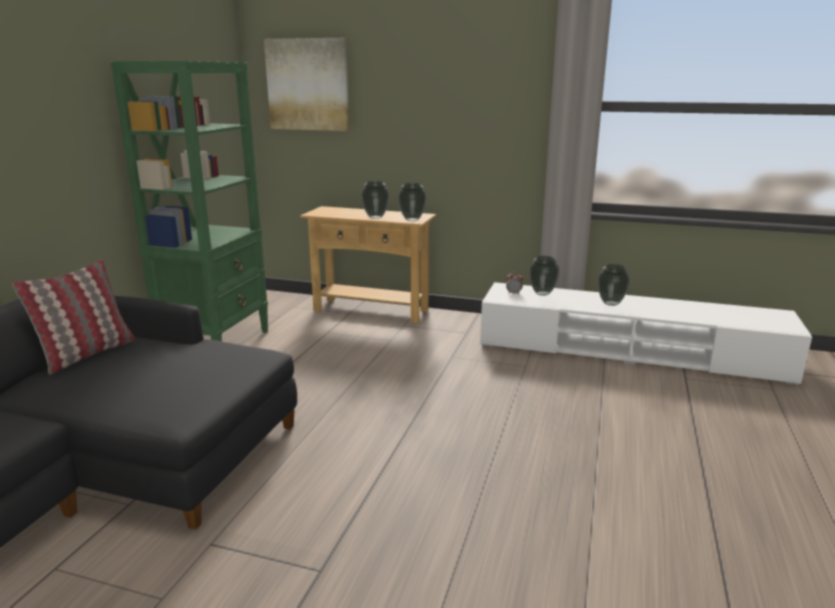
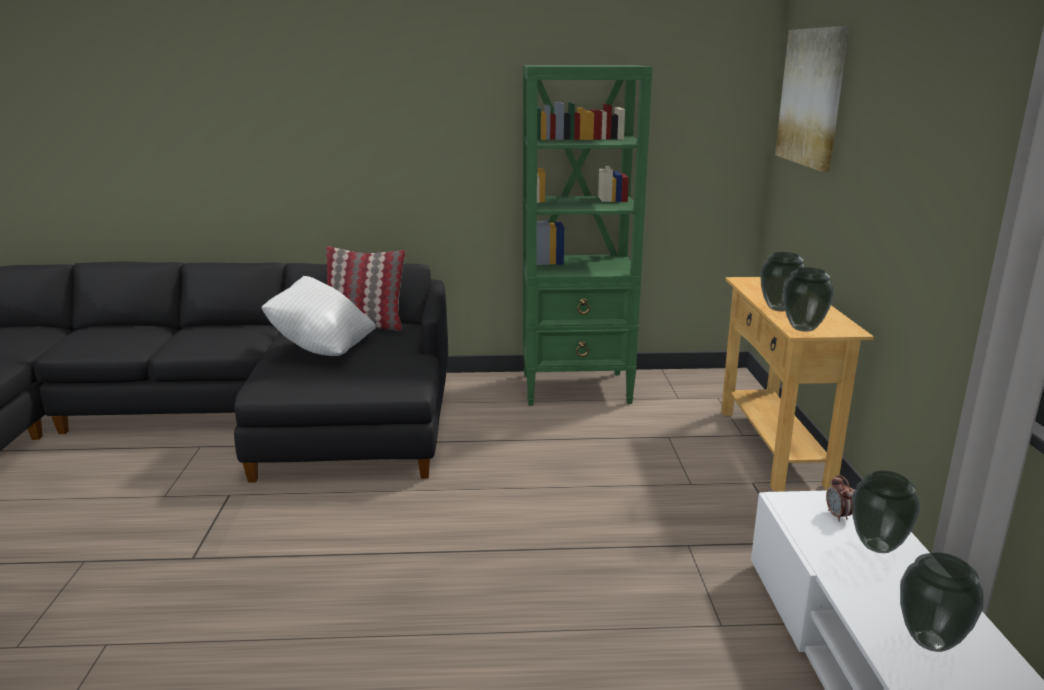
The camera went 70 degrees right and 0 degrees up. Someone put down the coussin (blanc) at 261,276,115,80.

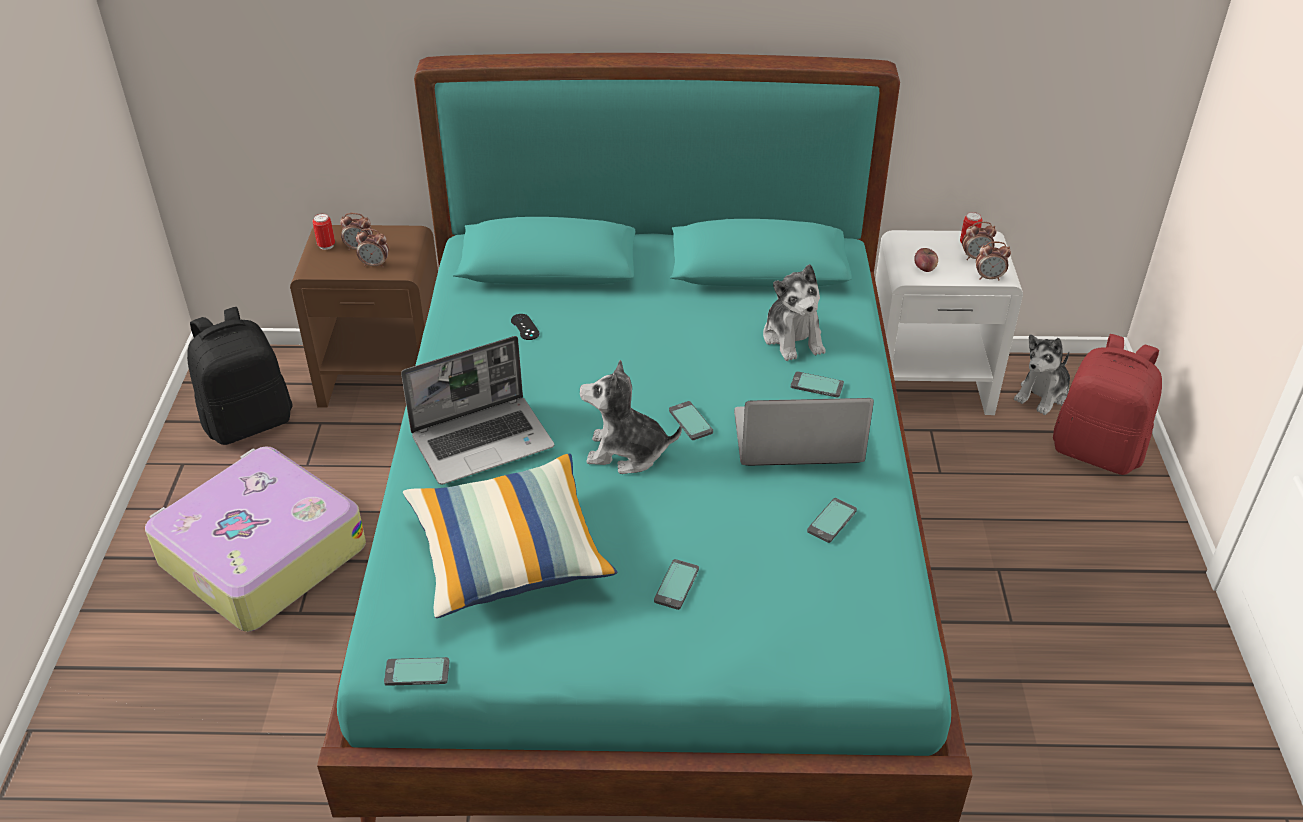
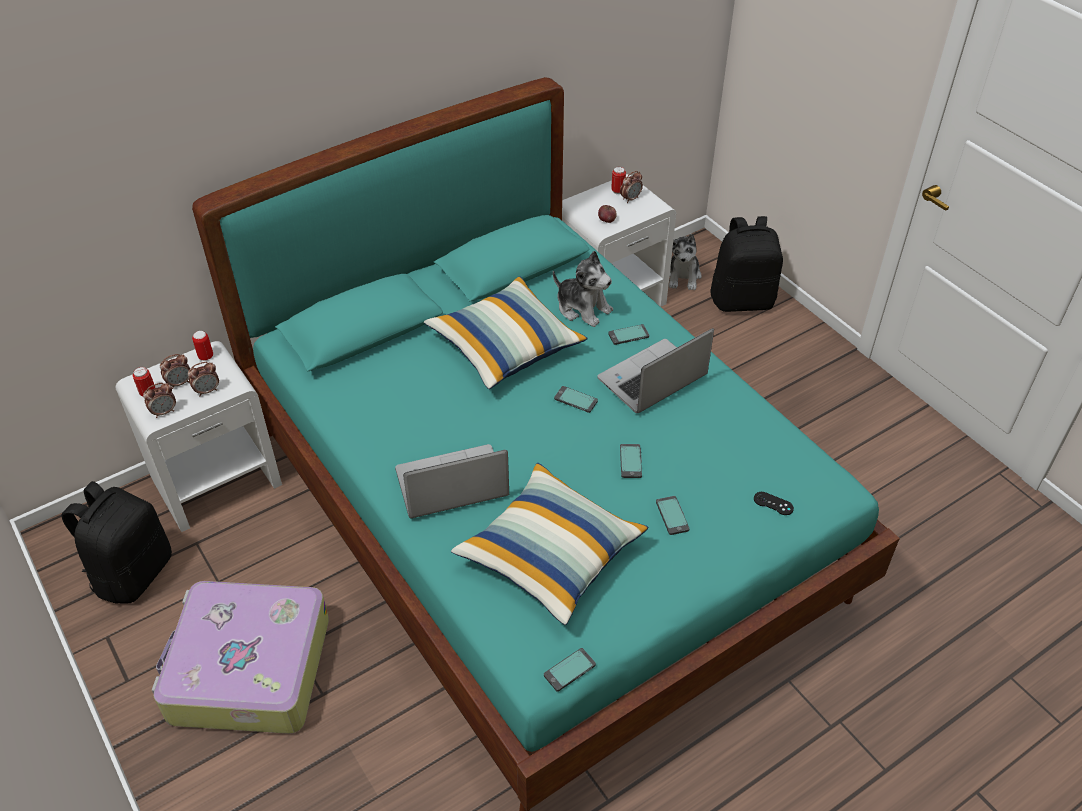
The camera went 35 degrees left and 5 degrees up. Someone repainted the table de chevet (marron) at 290,225,148,183, which became the table de chevet (blanc) at 116,341,166,191. Someone carried the réveil from 976,241,35,39 to 143,383,33,35. Someone put down the boîte métallique at 192,331,21,30. Someone rotated the ordinateur portable at 401,336,153,149 by 135 degrees counterclockwise. Someone put down the coussin at 424,276,164,113. Someone carried the téléphone from 807,498,50,45 to 620,444,22,34. Someone repainted the sac à dos (rouge) at 1053,334,109,141, which became the sac à dos (noir) at 710,216,73,96. Someone carried the manette (noir) from 511,314,28,26 to 754,492,40,23. Someone took away the peluche at 580,360,102,114.

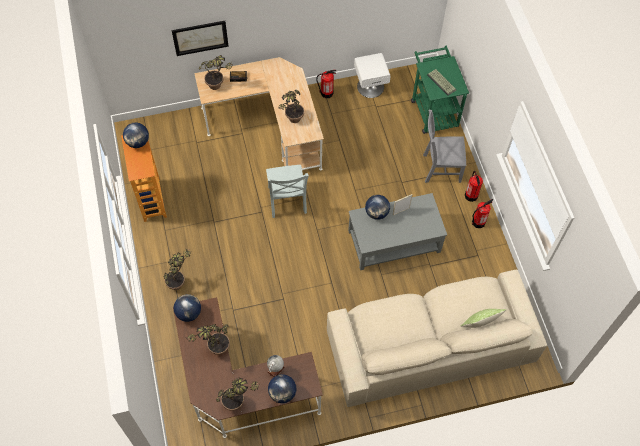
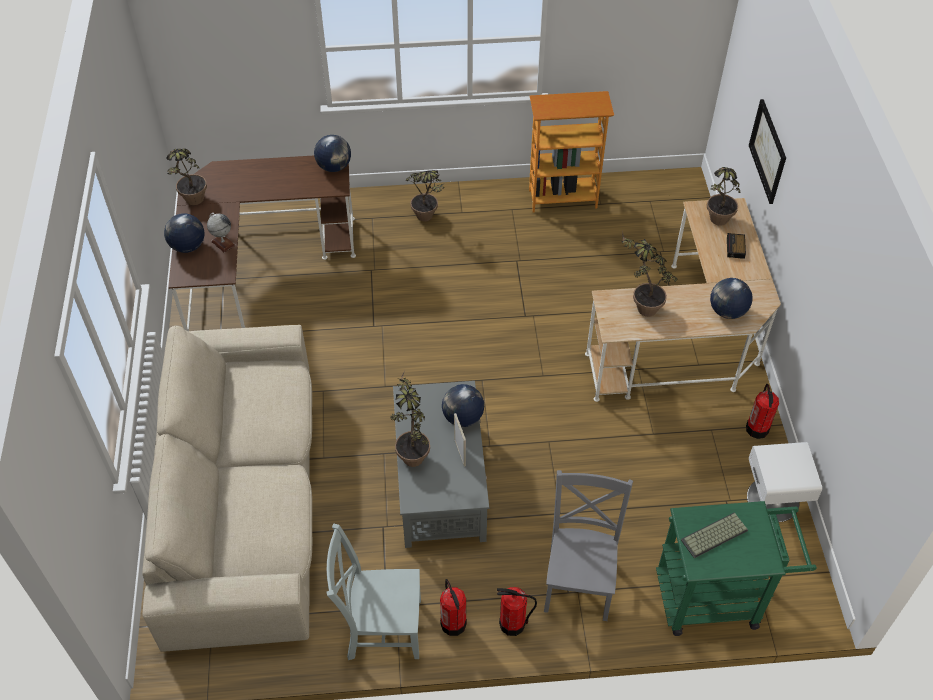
The camera went 100 degrees right and 10 degrees down. Someone carried the chaise (gris) from 266,165,43,53 to 327,524,94,136. Someone carried the plante en pot from 183,324,47,31 to 390,370,40,97. Someone carried the globe from 123,123,26,25 to 710,278,42,41. Someone took away the coussin at 461,309,46,19.

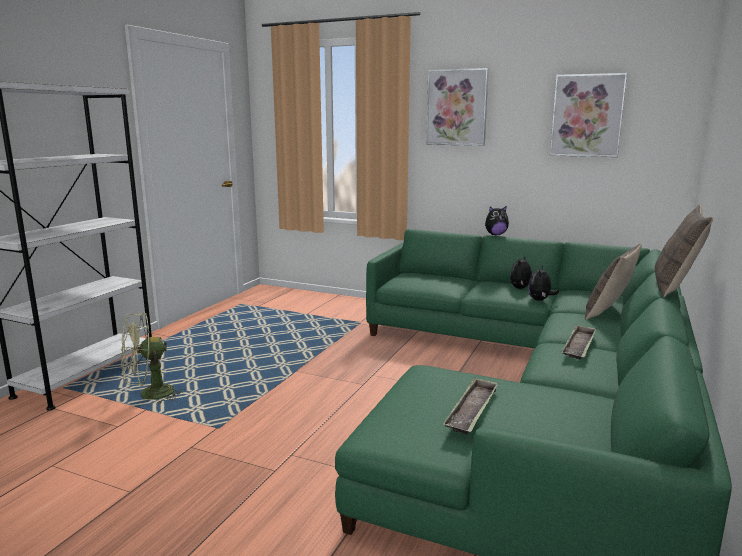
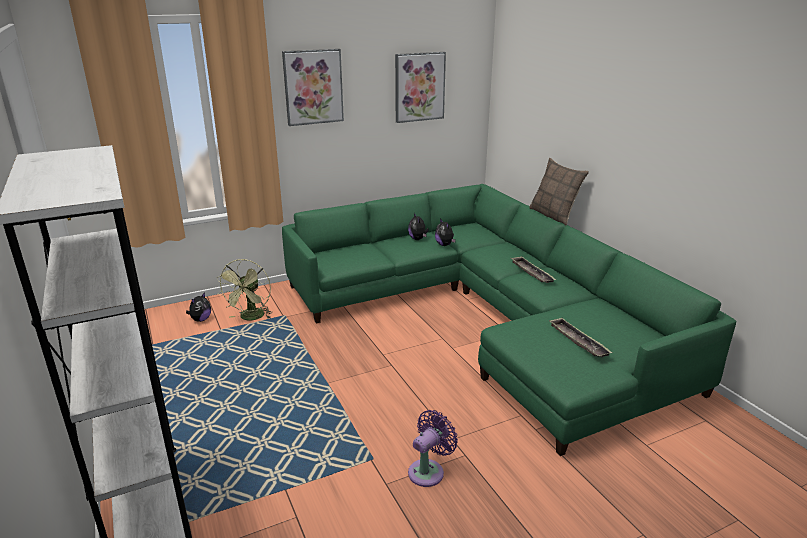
The camera went 50 degrees left and 10 degrees up. Someone carried the peluche from 485,206,24,29 to 186,292,25,30. Someone carried the ventilateur (vert) from 121,312,64,93 to 217,259,56,61. Someone put down the ventilateur (violet) at 408,410,50,77. Someone took away the coussin at 585,243,57,77.

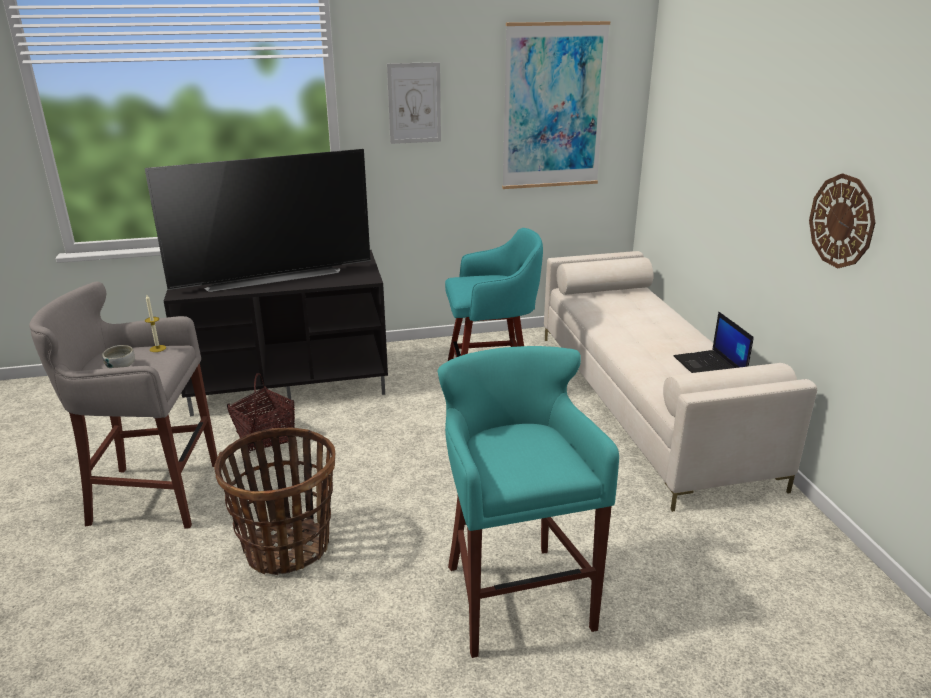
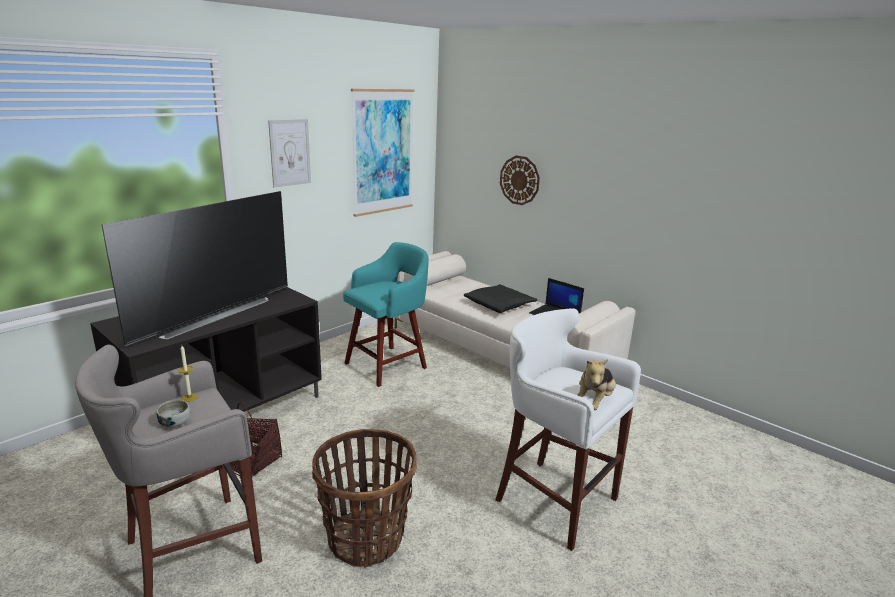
The camera went 35 degrees left and 5 degrees down. Someone put down the coussin (noir) at 464,284,74,29. Someone repainted the tabouret (turquoise) at 438,346,181,312, which became the tabouret (blanc) at 495,308,146,243. Someone carried the horloge murale from 809,173,66,95 to 500,156,40,49. Someone put down the peluche at 577,359,39,51.

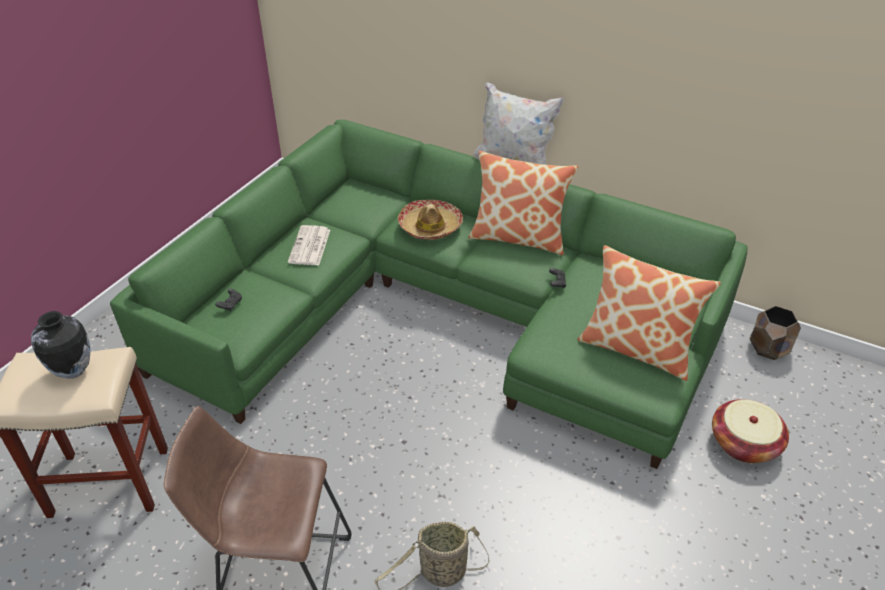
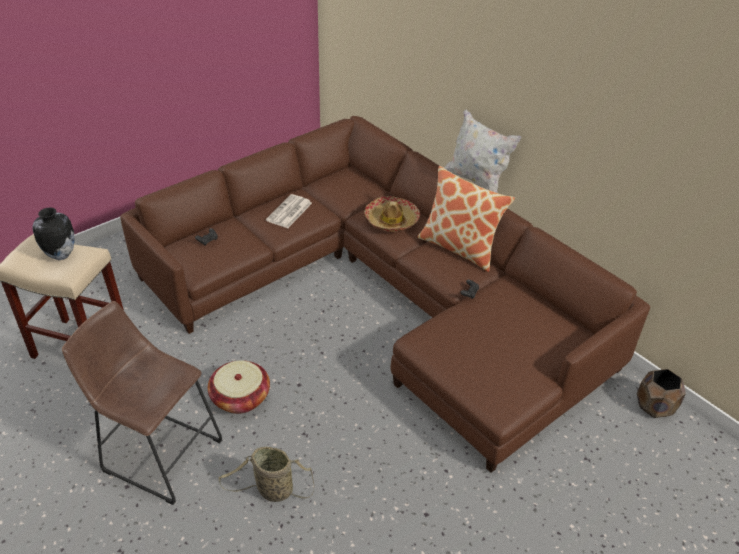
The camera went 20 degrees right and 0 degrees up. Someone repainted the canapé (vert) at 110,120,638,349, which became the canapé (marron) at 120,116,530,357. Someone carried the panier from 712,399,77,64 to 208,360,62,54. Someone took away the coussin at 577,245,144,136.

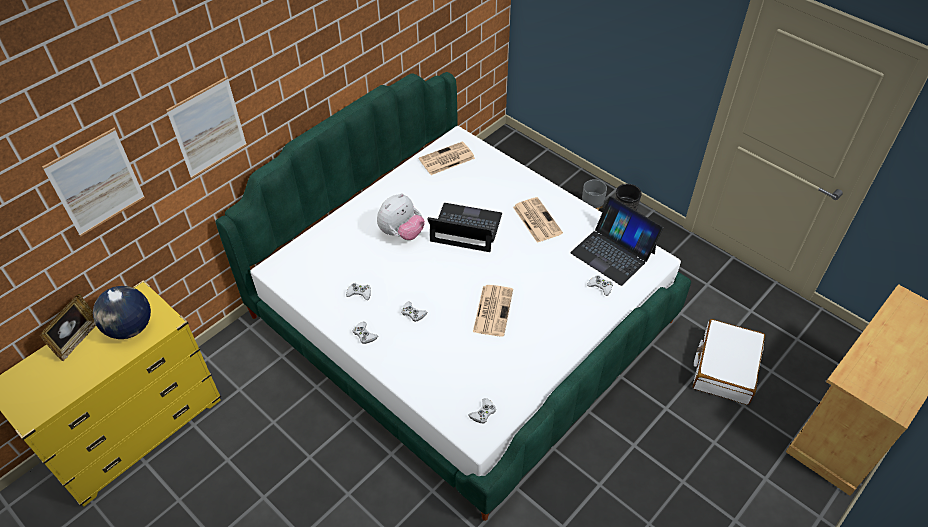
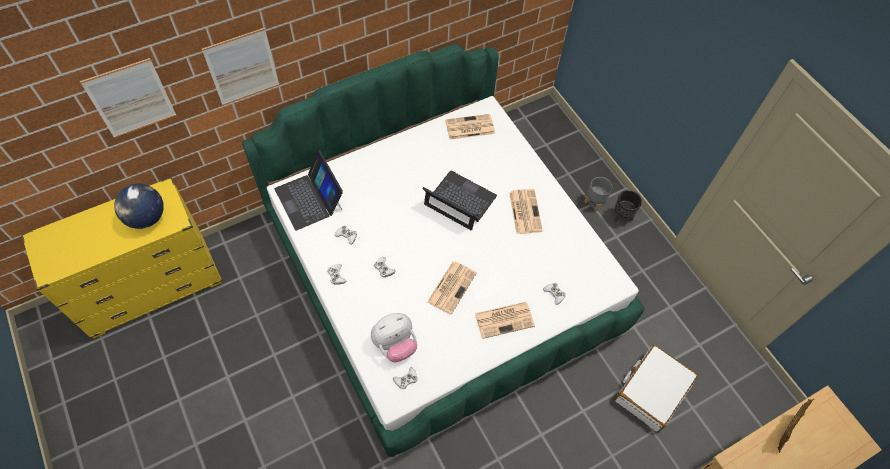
The camera went 15 degrees right and 10 degrees up. Someone carried the ordinateur portable from 570,196,93,90 to 274,150,69,81. Someone carried the peluche from 377,193,48,47 to 371,313,46,49. Someone put down the journal at 475,302,60,37. Someone carried the cadre photo from 40,294,56,67 to 778,399,36,54.

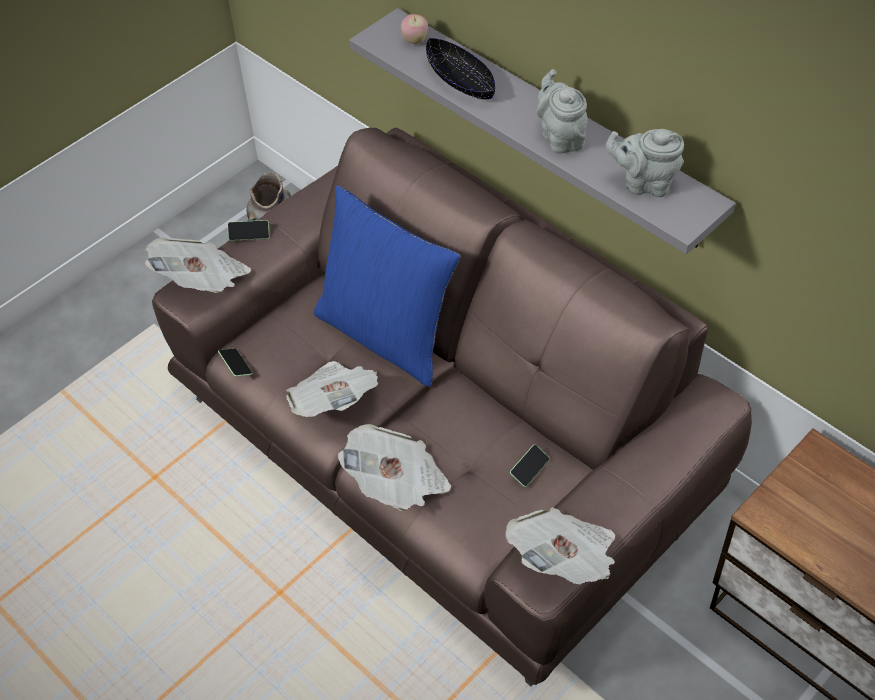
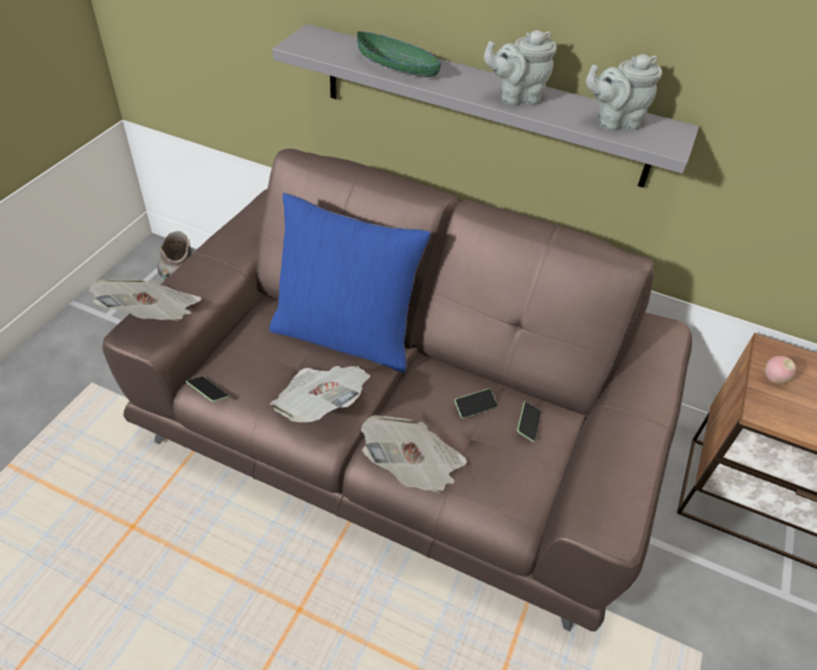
The camera went 25 degrees left and 5 degrees down. Someone repainted the bol (noir) at 426,38,69,62, which became the bol (vert) at 357,31,84,46. Someone carried the téléphone from 227,220,43,21 to 455,388,43,31. Someone rotated the théière (gris) at 536,69,51,85 by 60 degrees counterclockwise. Someone carried the pomme from 401,14,27,30 to 765,356,31,28. Someone took away the journal at 506,507,109,77.

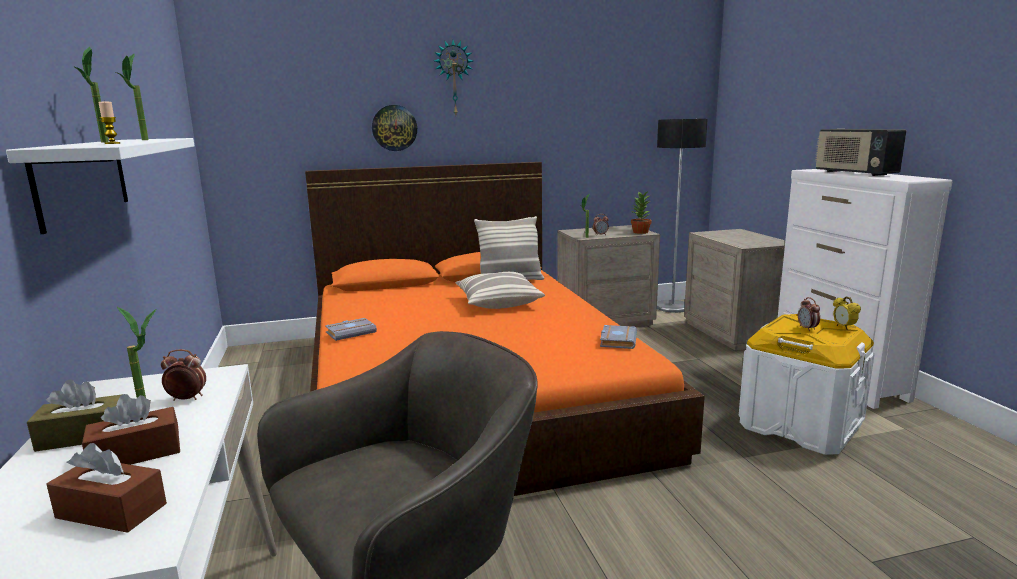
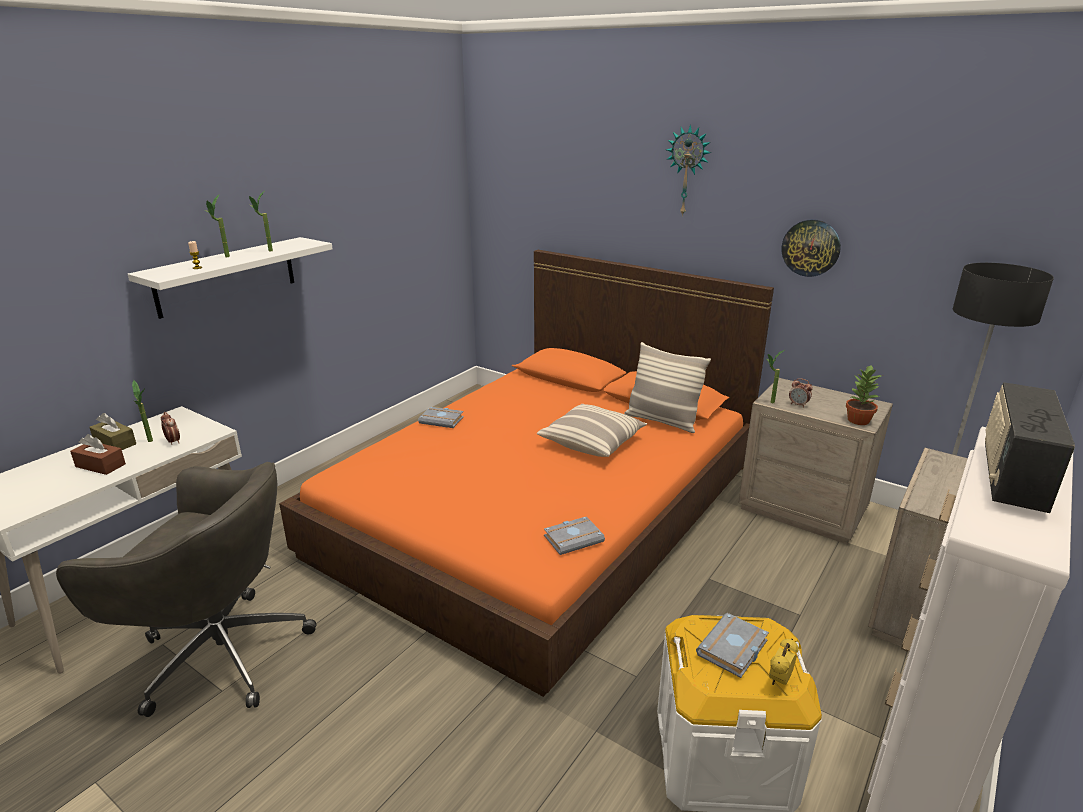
The camera went 50 degrees right and 10 degrees up. Someone swapped the réveil at 798,297,22,34 for the livre (gris) at 696,613,73,65. Someone carried the horloge murale from 372,105,45,46 to 781,219,60,58. Someone took away the boîte à mouchoirs (marron) at 46,443,121,90.

